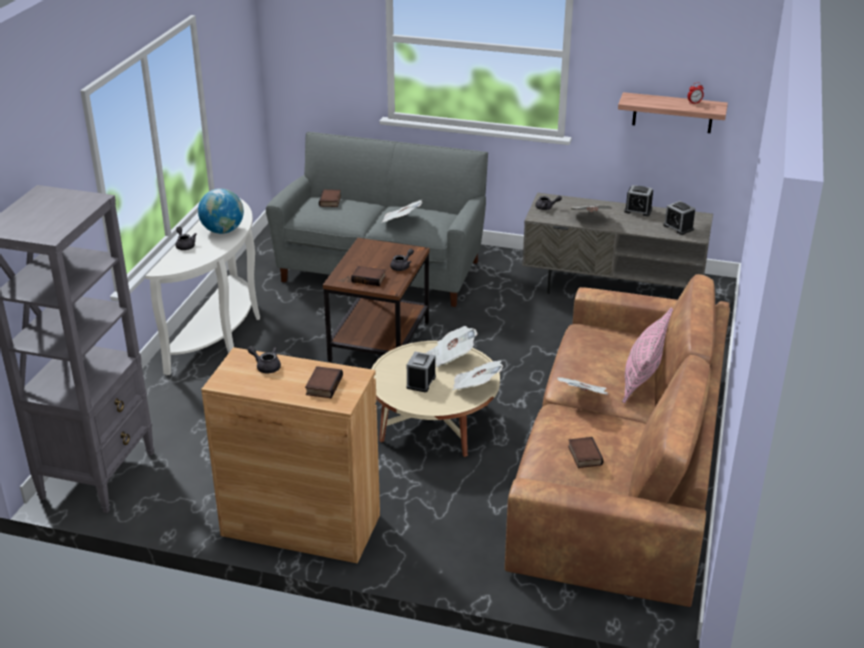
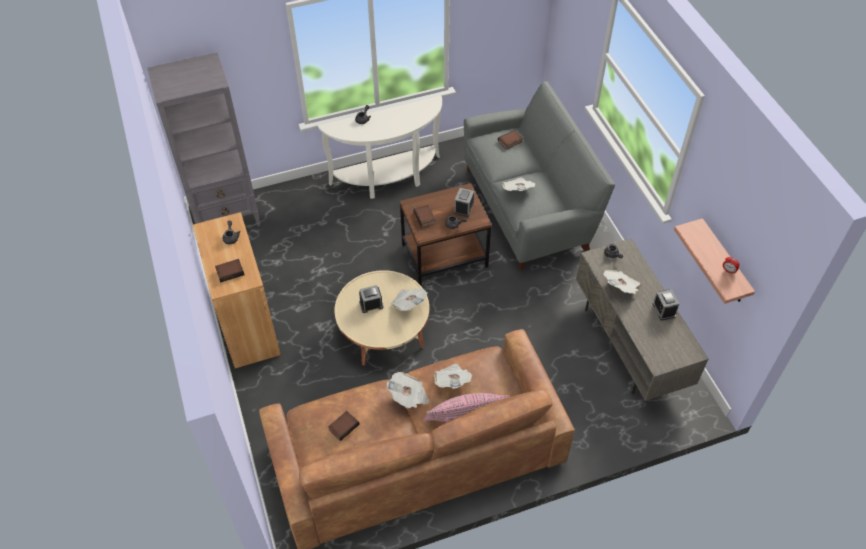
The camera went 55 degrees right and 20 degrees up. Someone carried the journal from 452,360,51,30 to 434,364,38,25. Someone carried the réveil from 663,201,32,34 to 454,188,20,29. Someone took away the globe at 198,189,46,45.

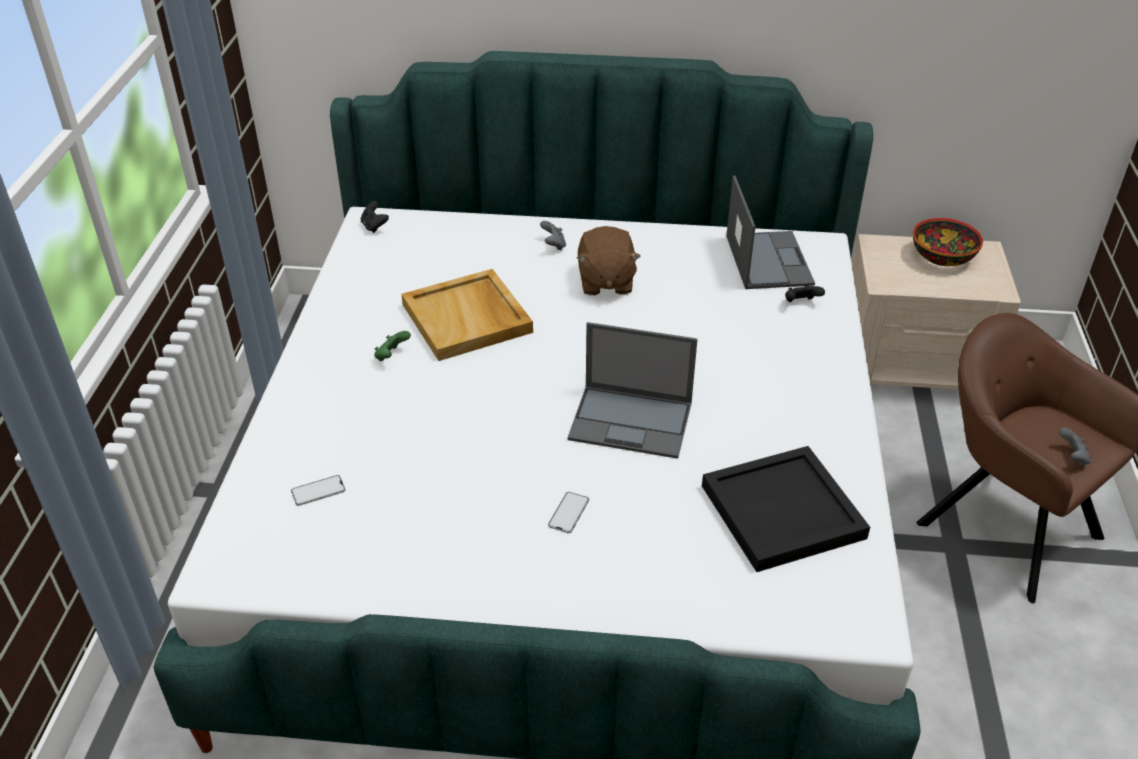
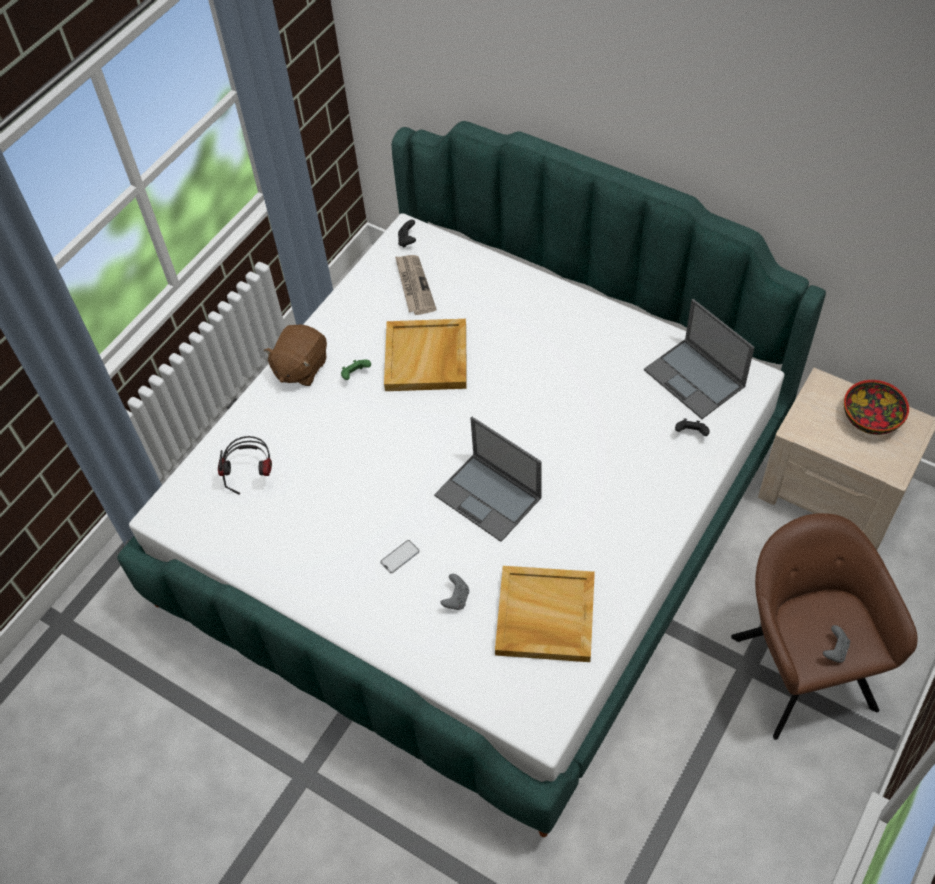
The camera went 30 degrees right and 15 degrees up. Someone swapped the téléphone at 291,475,55,31 for the casque audio at 218,436,54,59. Someone carried the peluche (marron) from 577,226,64,69 to 264,324,63,62. Someone put down the journal at 395,255,42,60. Someone carried the manette (gris) from 540,221,26,30 to 441,574,28,36. Someone repainted the plateau (noir) at 702,446,168,126, which became the plateau (beige) at 495,566,100,96. Someone rotated the ordinateur portable at 726,176,89,113 by 120 degrees clockwise.

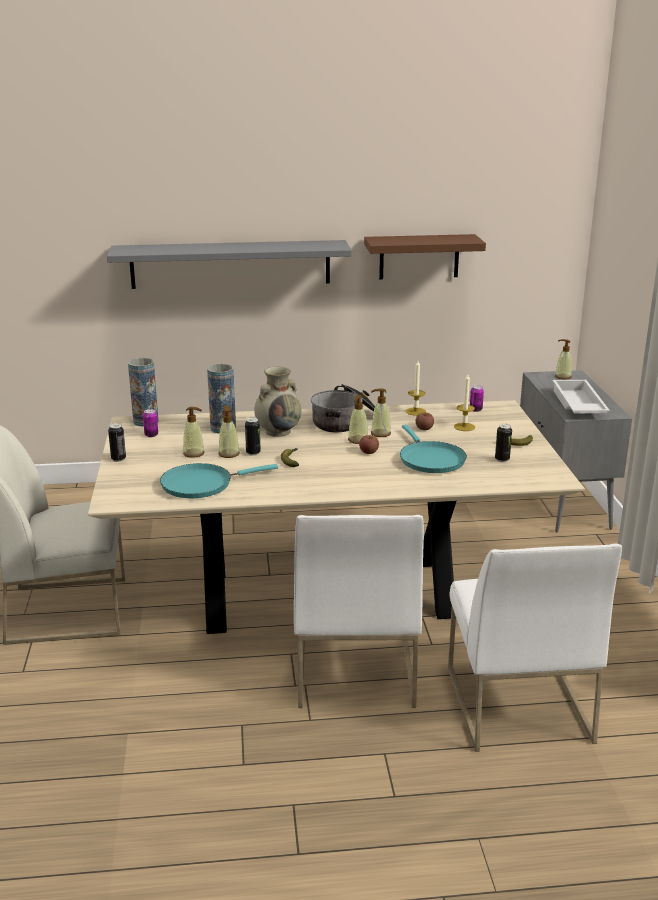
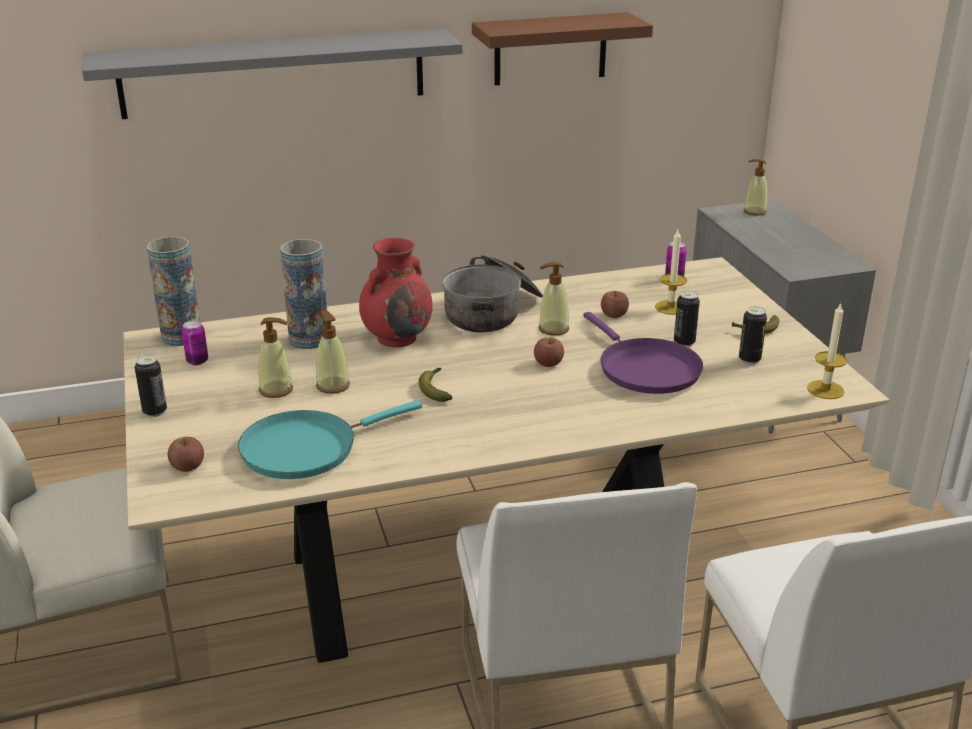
The camera went 10 degrees left and 5 degrees up. Someone put down the pomme at 168,437,36,35. Someone repainted the vase (beige) at 254,367,47,70, which became the vase (rouge) at 359,238,74,109. Someone repainted the poêle (turquoise) at 400,424,67,49, which became the poêle (violet) at 583,312,120,82. Someone carried the boîte métallique from 245,417,16,39 to 674,291,26,56. Someone carried the bougie from 406,361,20,55 to 807,303,40,96. Someone took away the distributeur de savon at 348,395,20,49. Someone took away the plateau (blanc) at 552,380,58,33.

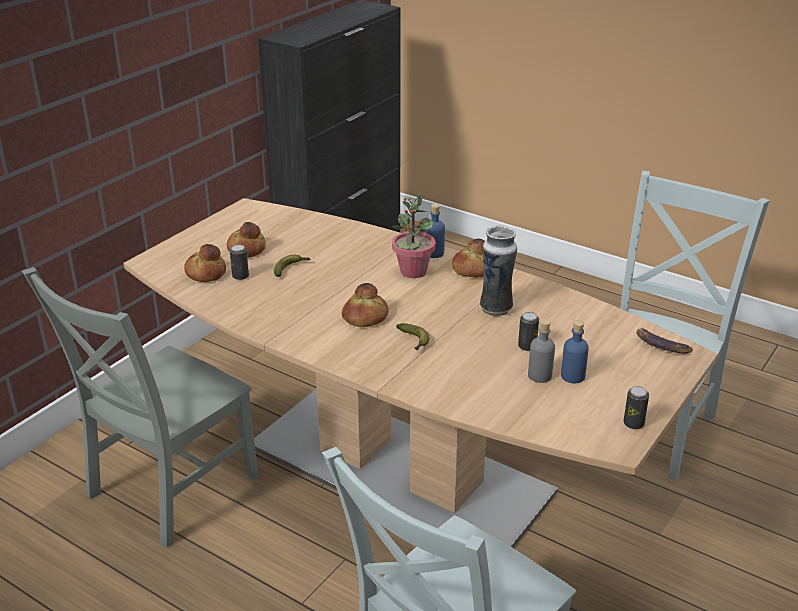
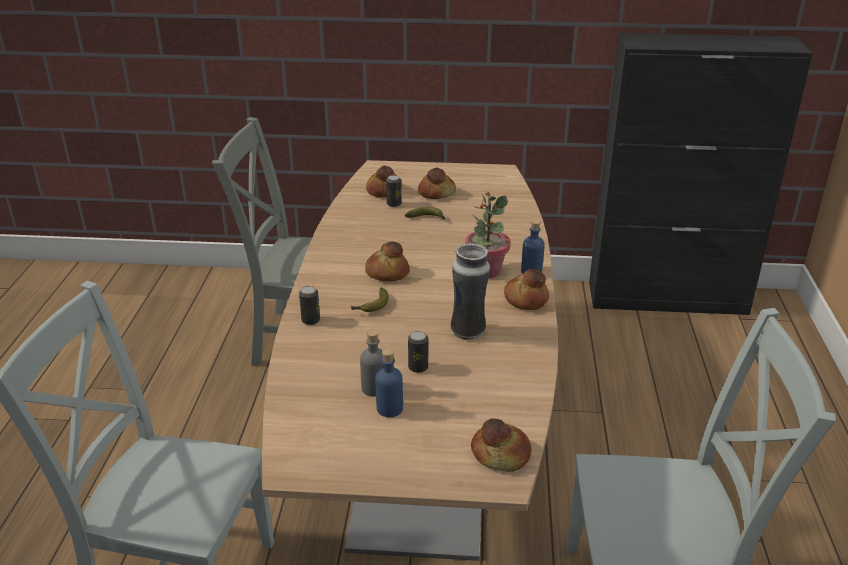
The camera went 60 degrees right and 0 degrees up. Someone carried the boîte métallique from 623,386,26,43 to 299,286,21,39. Someone swapped the banane at 636,327,57,27 for the pain at 471,418,60,54.

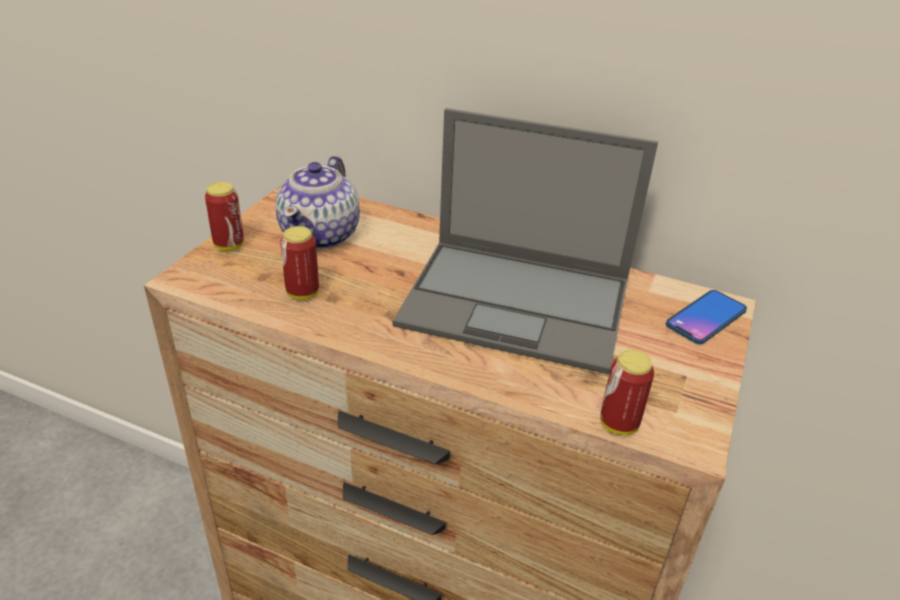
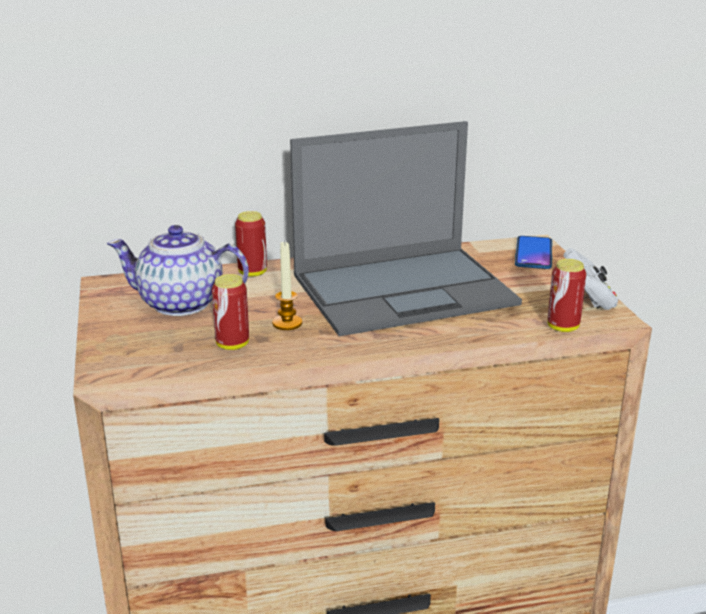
The camera went 35 degrees left and 10 degrees down. Someone rotated the théière at 276,156,84,94 by 120 degrees clockwise. Someone carried the boîte métallique from 205,182,39,69 to 235,211,32,66. Someone put down the bougie at 272,240,30,90. Someone put down the manette (blanc) at 563,248,55,62.

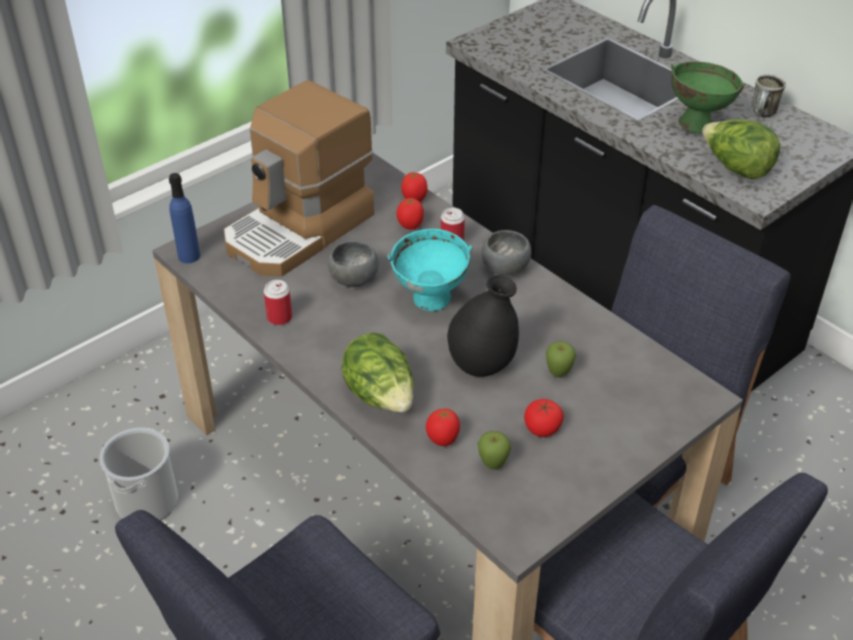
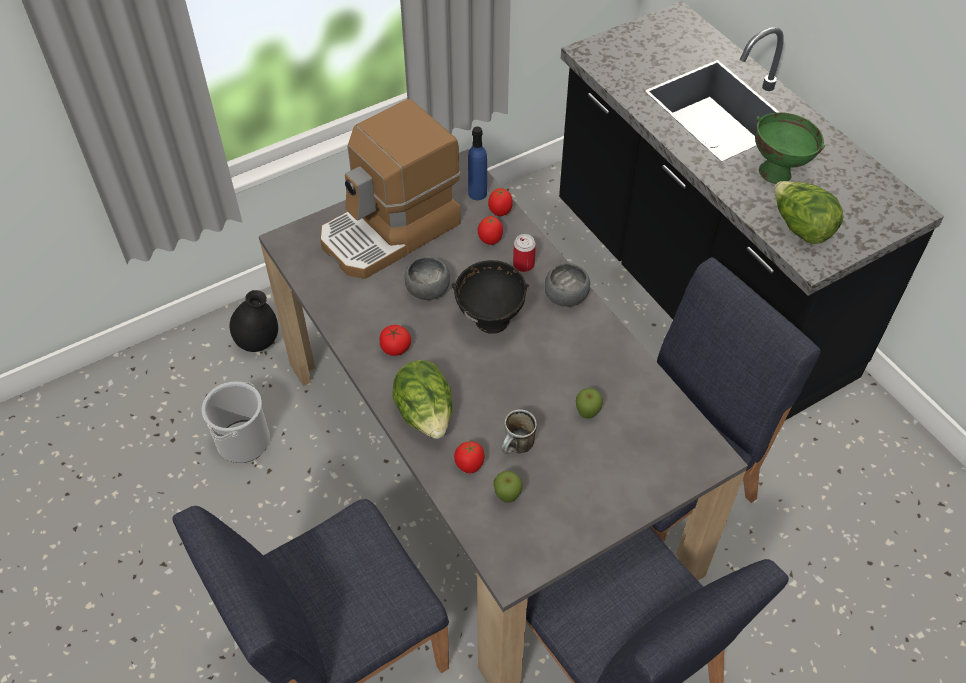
The camera went 10 degrees right and 10 degrees up. Someone carried the vase (noir) from 447,275,72,102 to 230,290,48,62. Someone carried the tomate from 524,399,40,38 to 380,325,31,31. Someone repainted the bol (turquoise) at 387,229,86,82, which became the bol (noir) at 452,260,77,74. Someone carried the bouteille (bleu) from 169,173,31,90 to 468,127,19,73. Someone carried the mug from 752,74,34,43 to 502,409,35,45. Someone took away the boîte métallique at 264,280,28,45.

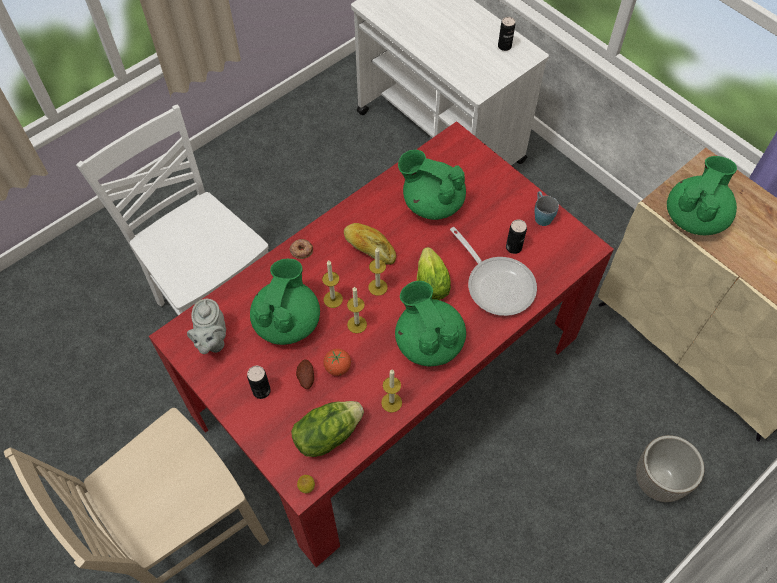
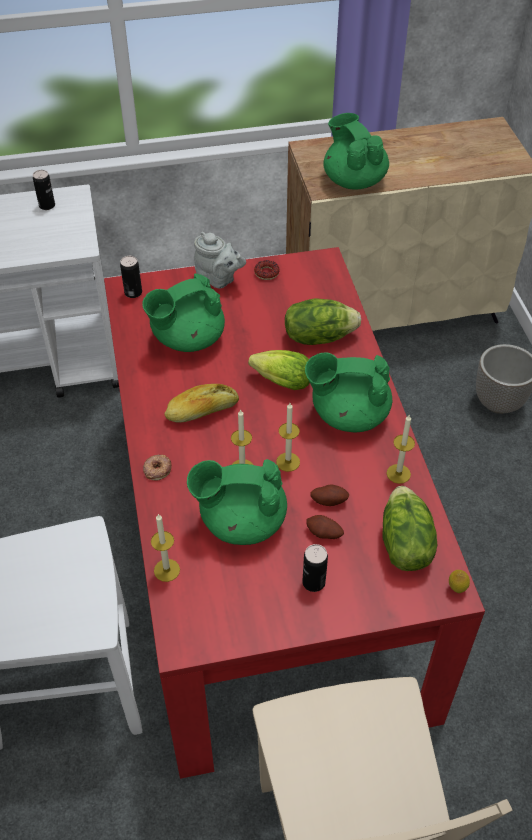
The camera went 60 degrees left and 10 degrees down. Someone carried the boîte métallique from 506,219,21,35 to 120,256,22,42. Someone carried the bougie from 368,248,20,48 to 151,514,29,68. Someone rotated the théière (vert) at 250,259,70,86 by 45 degrees counterclockwise. Someone carried the théière (gris) from 187,299,39,55 to 194,232,52,56. Someone swapped the mug (bleu) at 534,191,25,35 for the beignet at 254,260,26,20. Someone swapped the poêle at 450,227,87,89 for the laitue at 285,298,76,47. Someone swapped the tomate at 323,349,28,27 for the pomme de terre at 310,485,39,21.

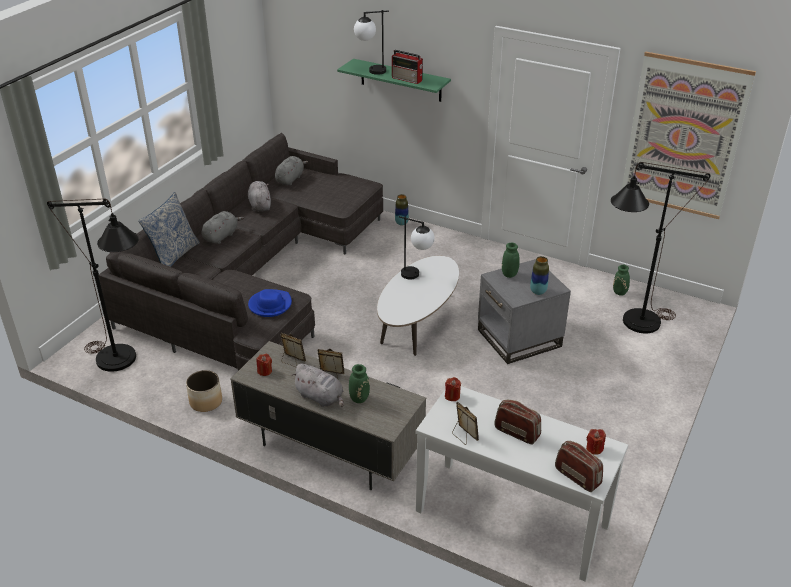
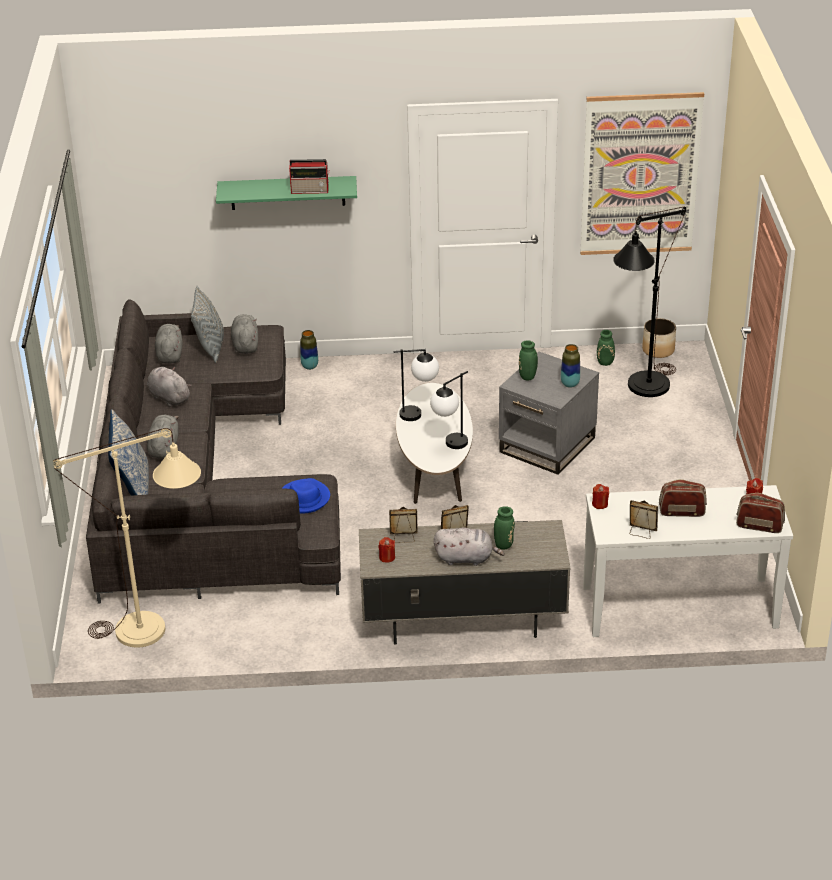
The camera went 30 degrees left and 0 degrees up. Someone repainted the lampadaire (noir) at 47,199,92,173, which became the lampadaire (beige) at 53,428,148,220. Someone put down the coussin (gris) at 191,286,33,77. Someone put down the peluche (gris) at 231,314,27,40. Someone carried the lampe de table from 354,10,35,65 to 430,371,38,78. Someone carried the cache-pot from 186,370,36,42 to 642,318,34,40.

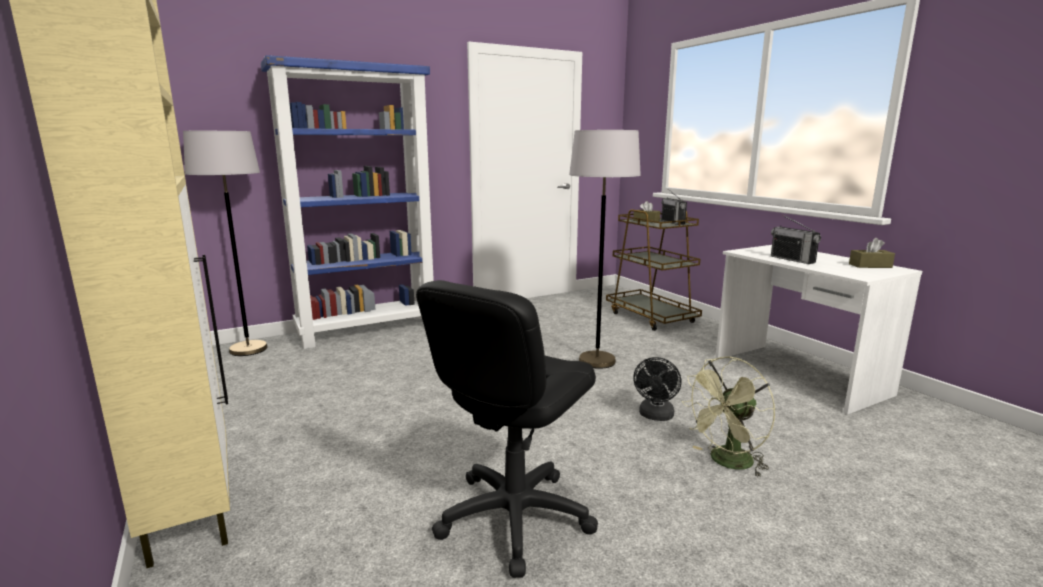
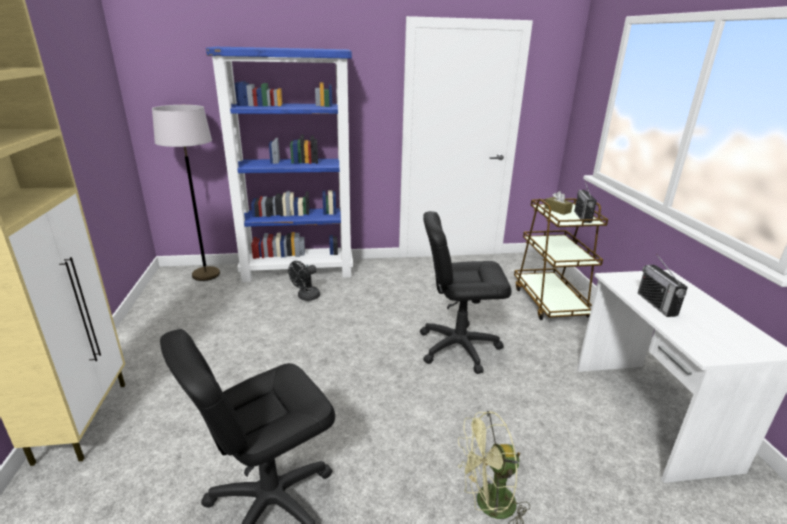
The camera went 20 degrees right and 10 degrees up. Someone carried the ventilateur (noir) from 633,357,48,64 to 288,261,32,40. Someone swapped the lampadaire (gris) at 569,130,72,239 for the chaise de bureau (noir) at 420,211,92,163. Someone took away the boîte à mouchoirs (marron) at 849,238,46,30.

